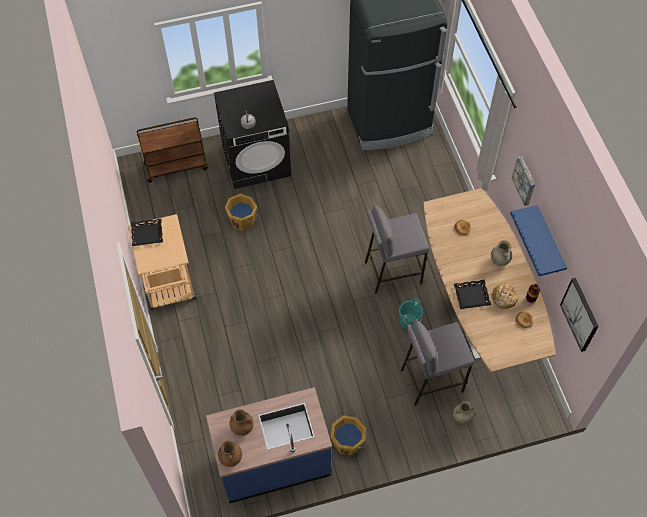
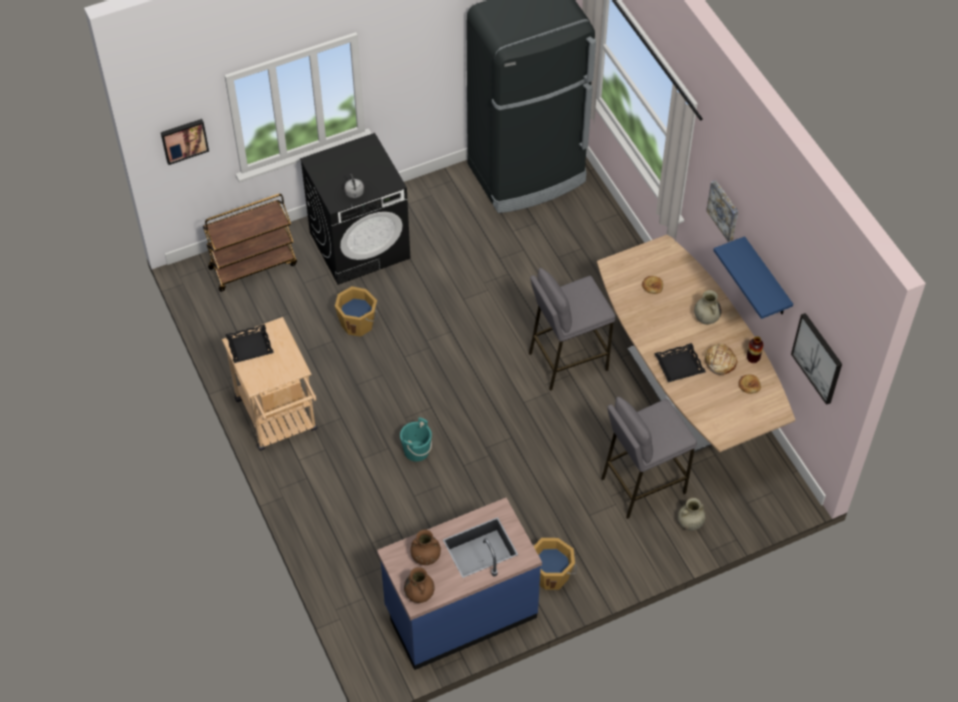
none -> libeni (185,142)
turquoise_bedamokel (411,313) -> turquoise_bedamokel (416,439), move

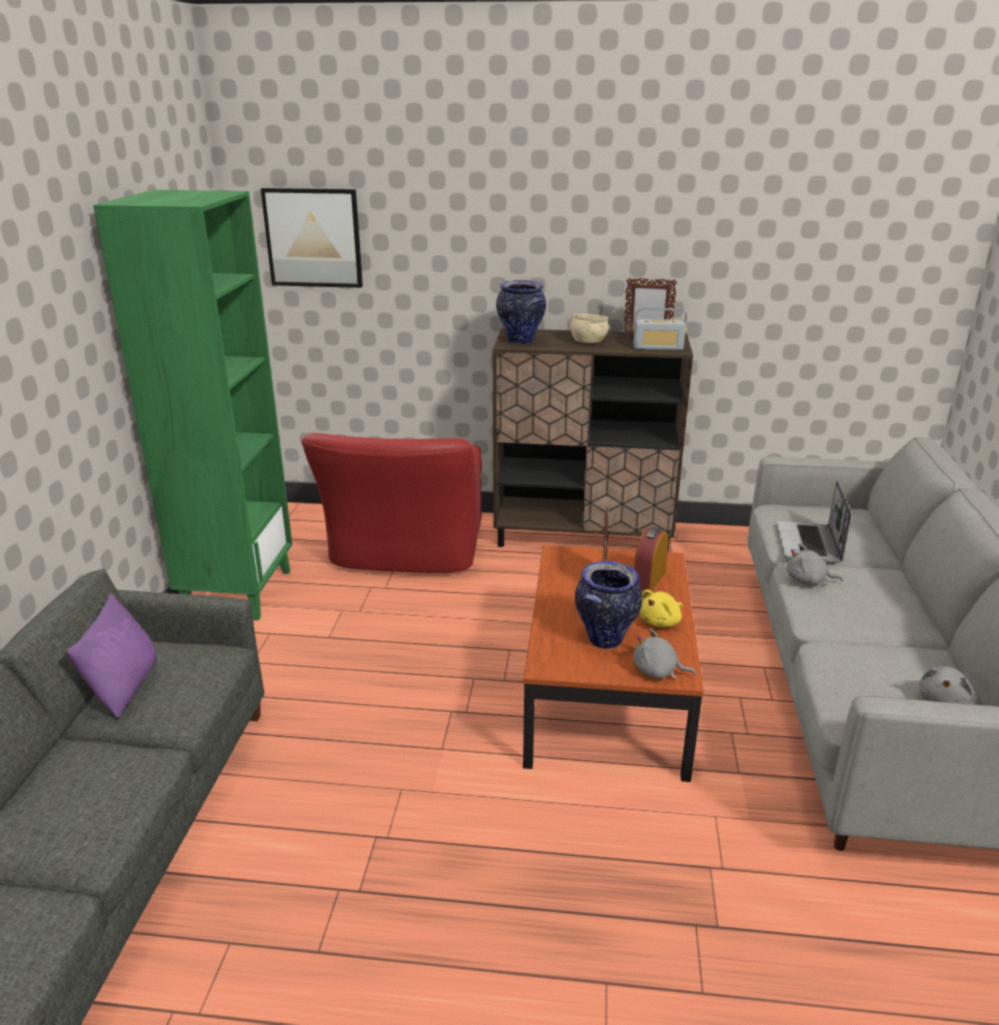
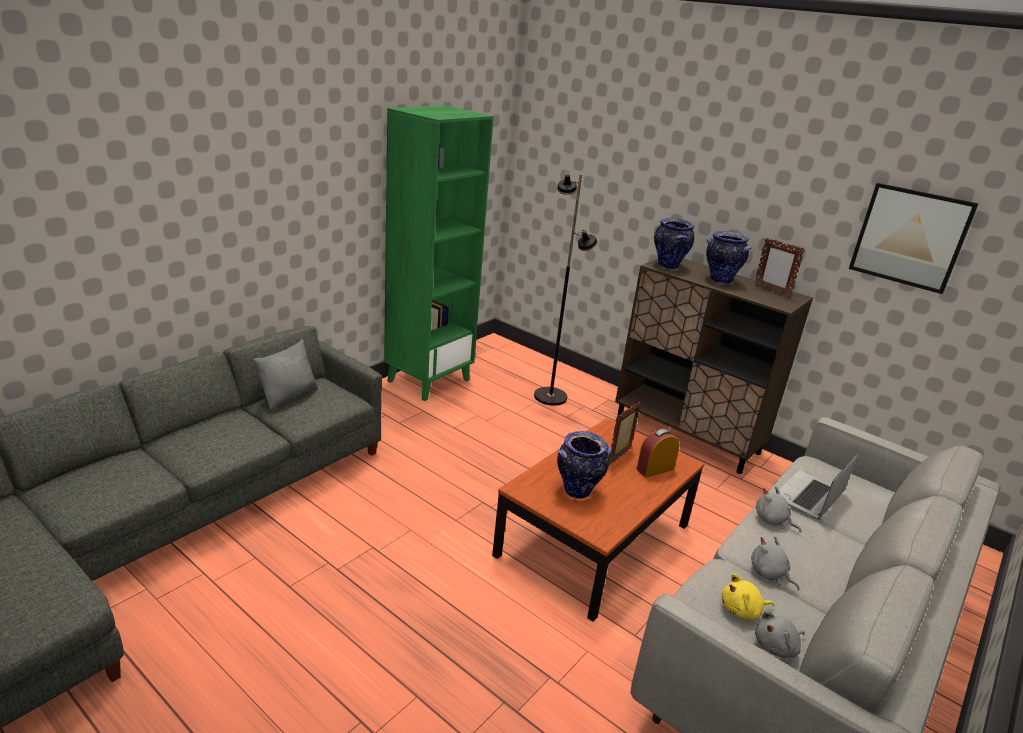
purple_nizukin (112,655) -> grey_nizukin (285,374)
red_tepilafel (392,503) -> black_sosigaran (566,289)
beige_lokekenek (589,328) -> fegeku (728,257)
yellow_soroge (661,608) -> yellow_soroge (748,597), move
grey_soroge (664,653) -> grey_soroge (775,563), move
libeni (312,238) -> libeni (914,238), move
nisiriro (660,329) -> none

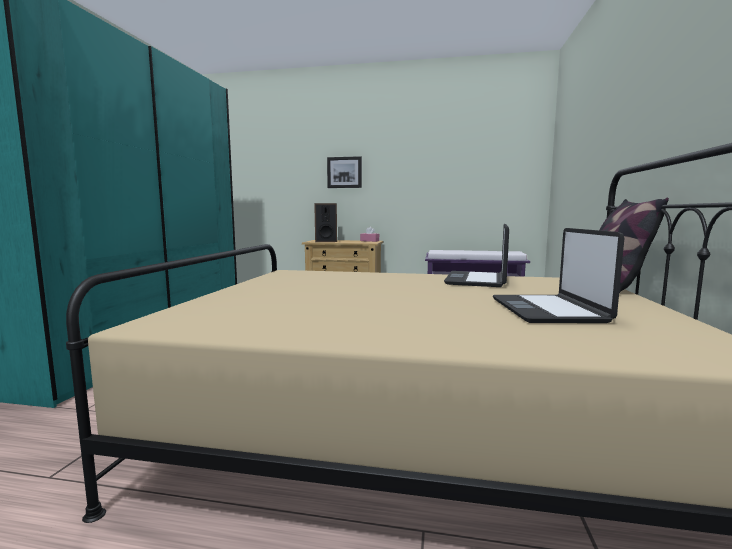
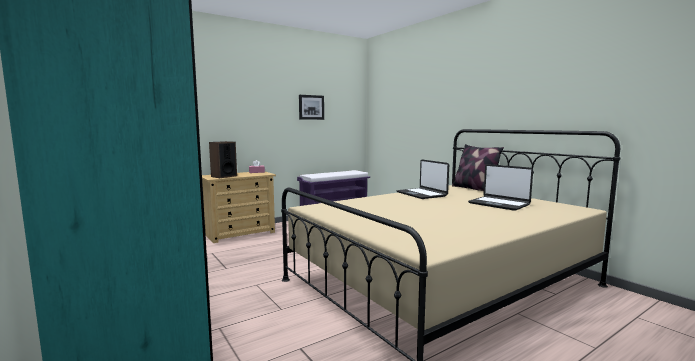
libeni (344,172) -> libeni (311,107), move

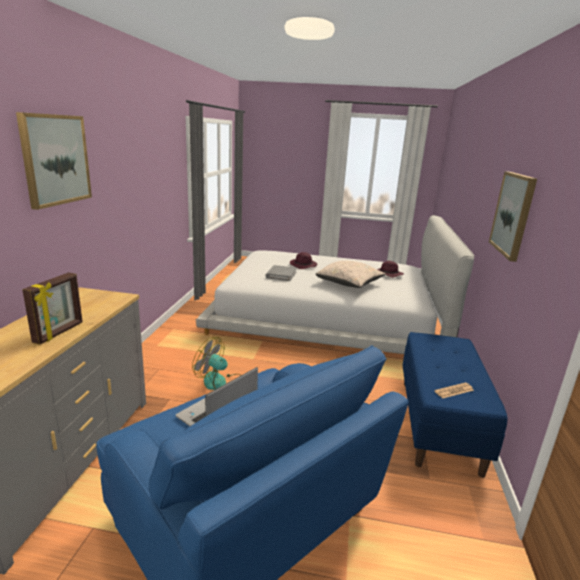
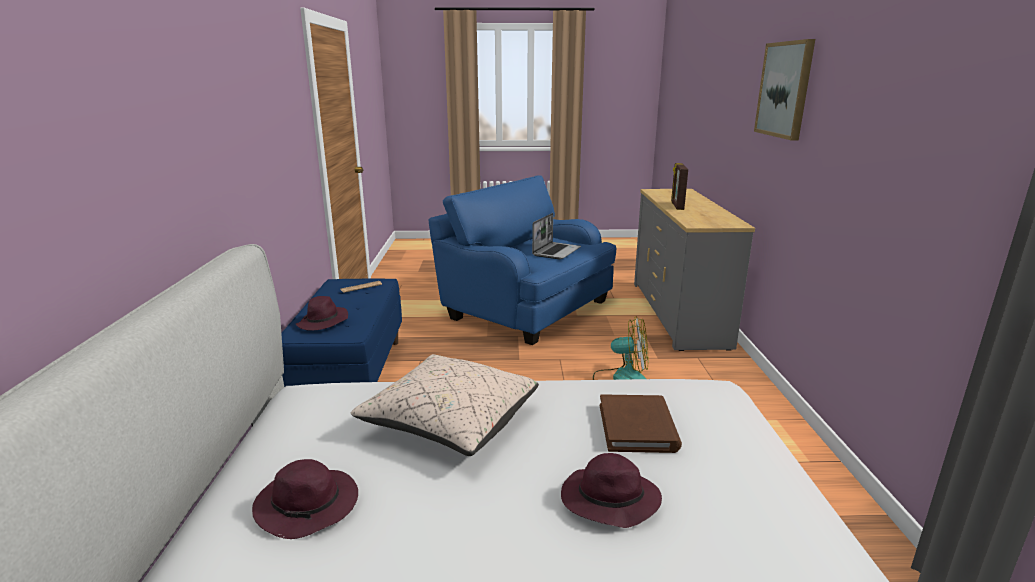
none -> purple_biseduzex (322,313)
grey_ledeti (281,273) -> brown_ledeti (641,423)
libeni (513,216) -> none

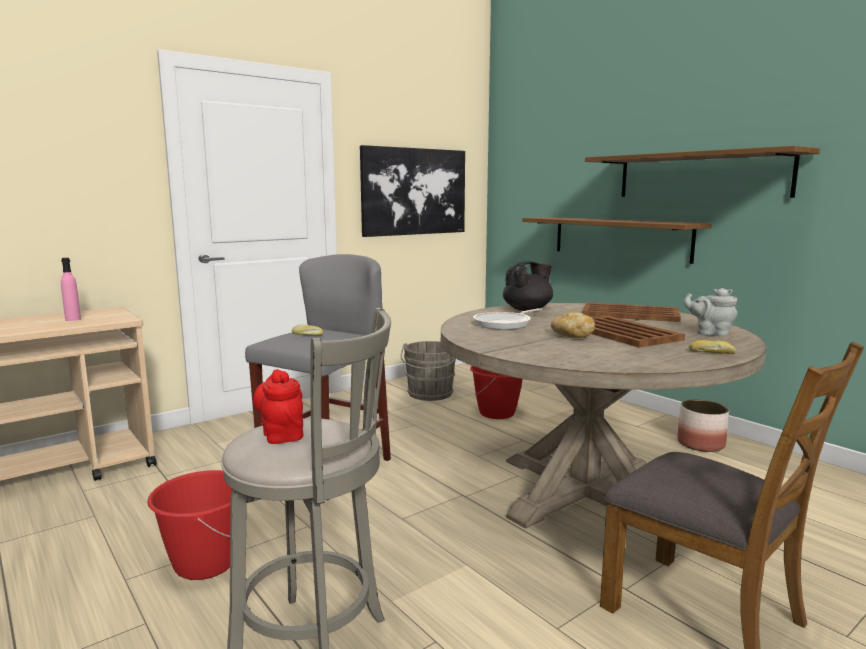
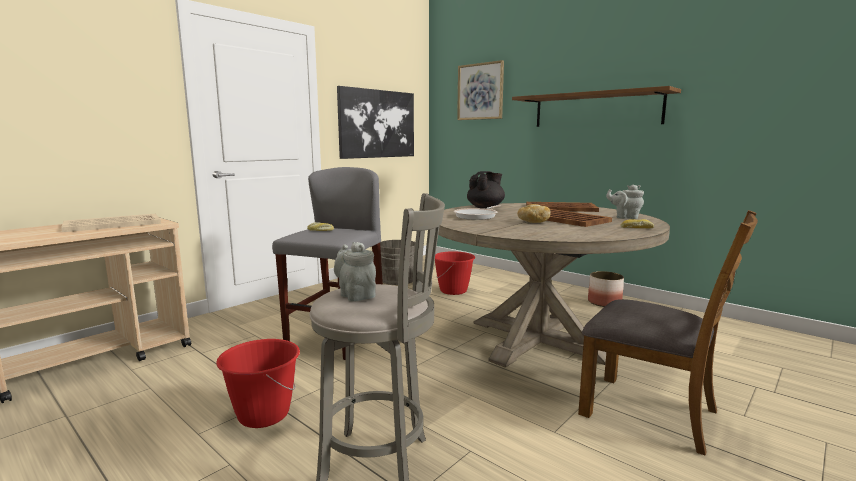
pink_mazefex (71,289) -> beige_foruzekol (111,223)
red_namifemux (278,406) -> grey_namifemux (355,272)
none -> libeni (480,90)
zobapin (617,240) -> none

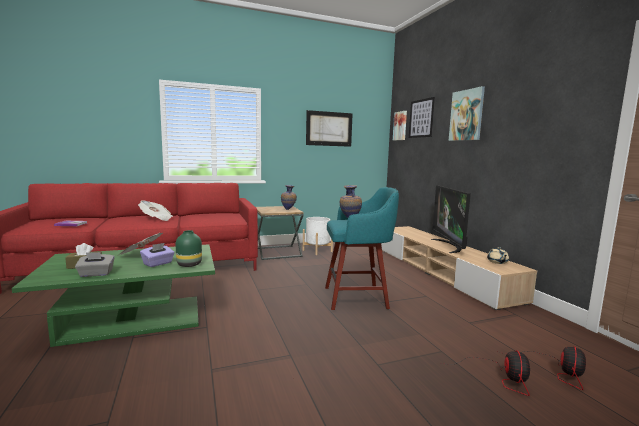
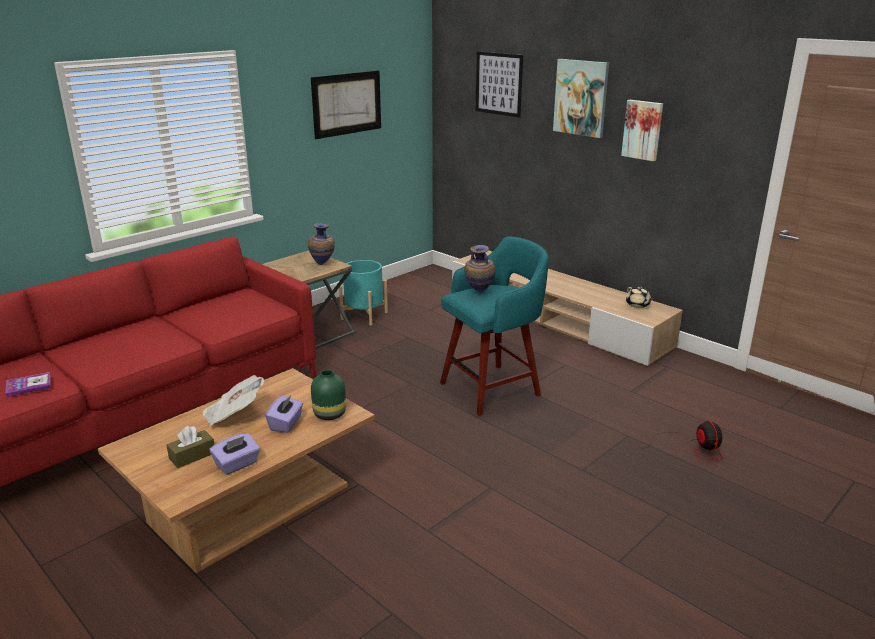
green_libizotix (113,295) -> brown_libizotix (236,470)
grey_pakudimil (95,264) -> purple_pakudimil (235,454)
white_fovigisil (318,236) -> turquoise_fovigisil (363,293)
libeni (400,125) -> libeni (642,130), move
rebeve (155,210) -> none
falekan (451,219) -> none
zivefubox (541,368) -> none

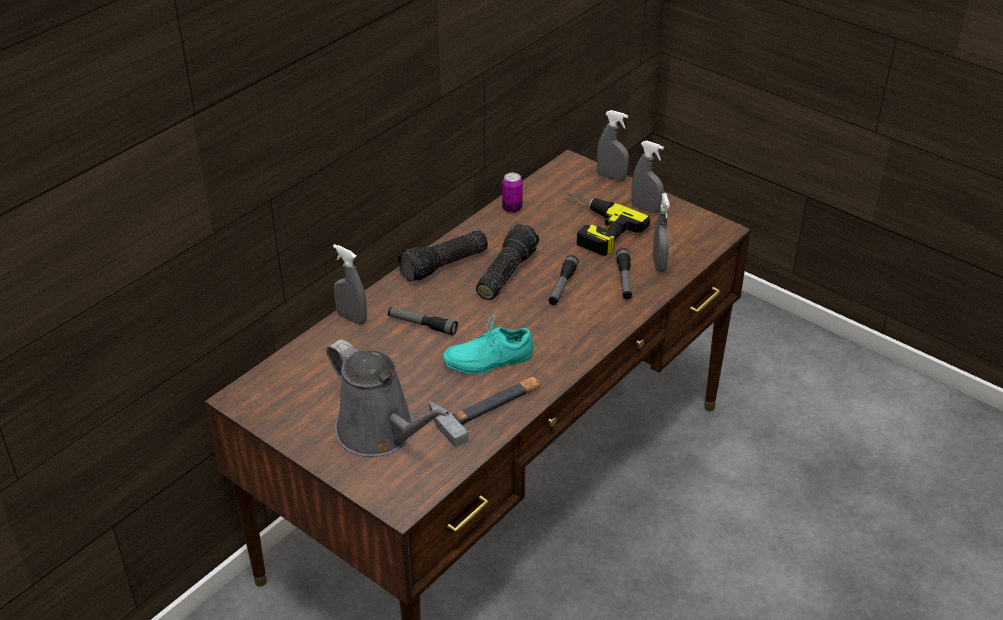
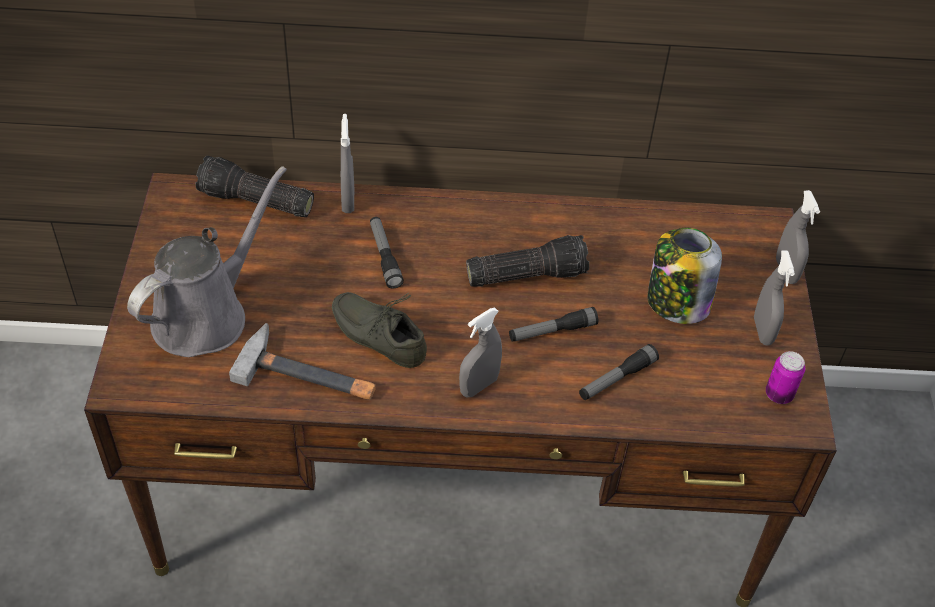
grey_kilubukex (388,398) -> grey_kilubukex (207,261), 150 degrees counterclockwise
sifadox (443,256) -> sifadox (254,186), move
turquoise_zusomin (488,342) -> grey_zusomin (379,330)
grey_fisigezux (661,232) -> grey_fisigezux (480,352), move
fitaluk (607,224) -> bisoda (684,276)
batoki (512,193) -> batoki (785,377), move

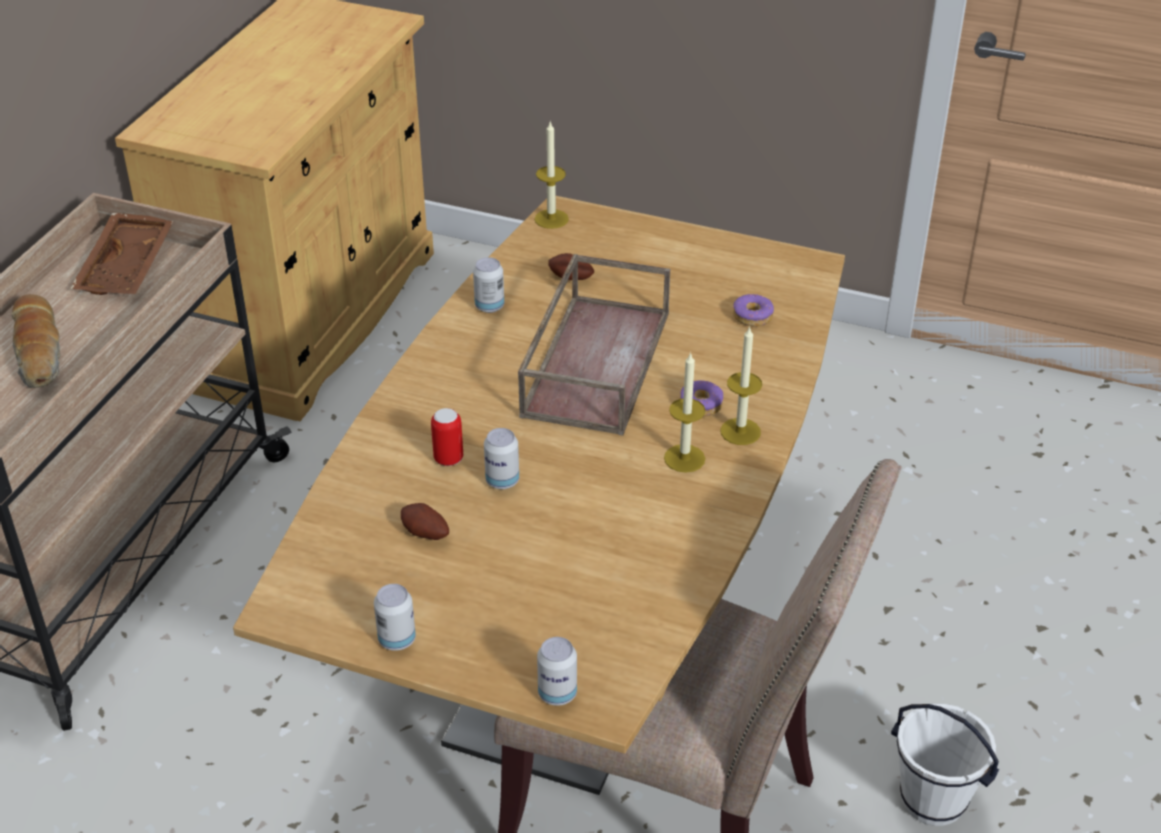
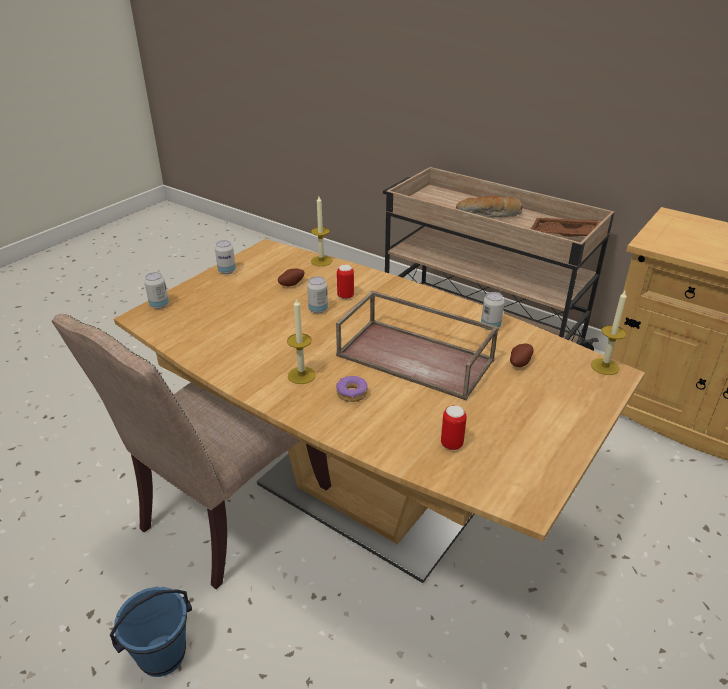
white_bedamokel (945,765) -> blue_bedamokel (151,632)
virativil (741,385) -> virativil (321,231), move
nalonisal (753,310) -> batoki (454,427)

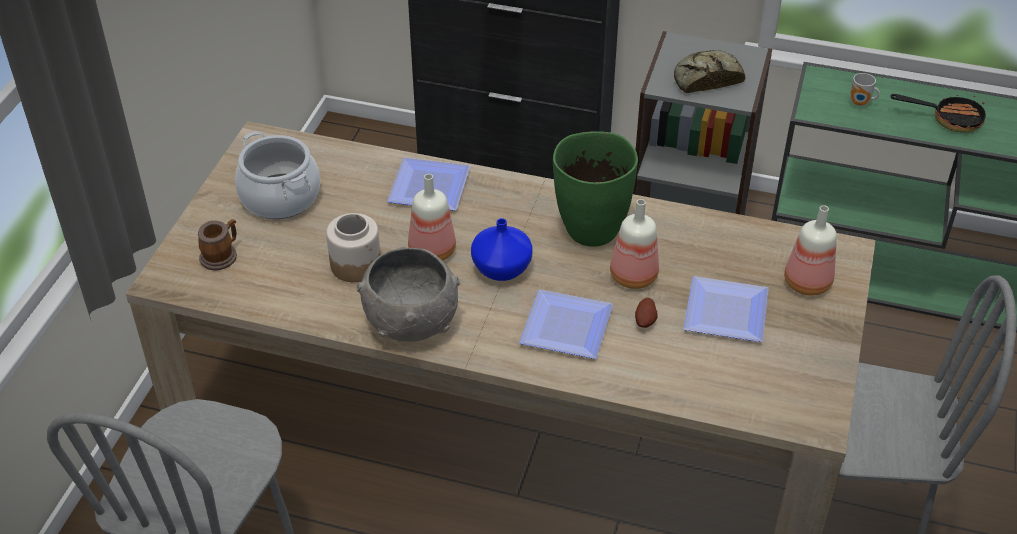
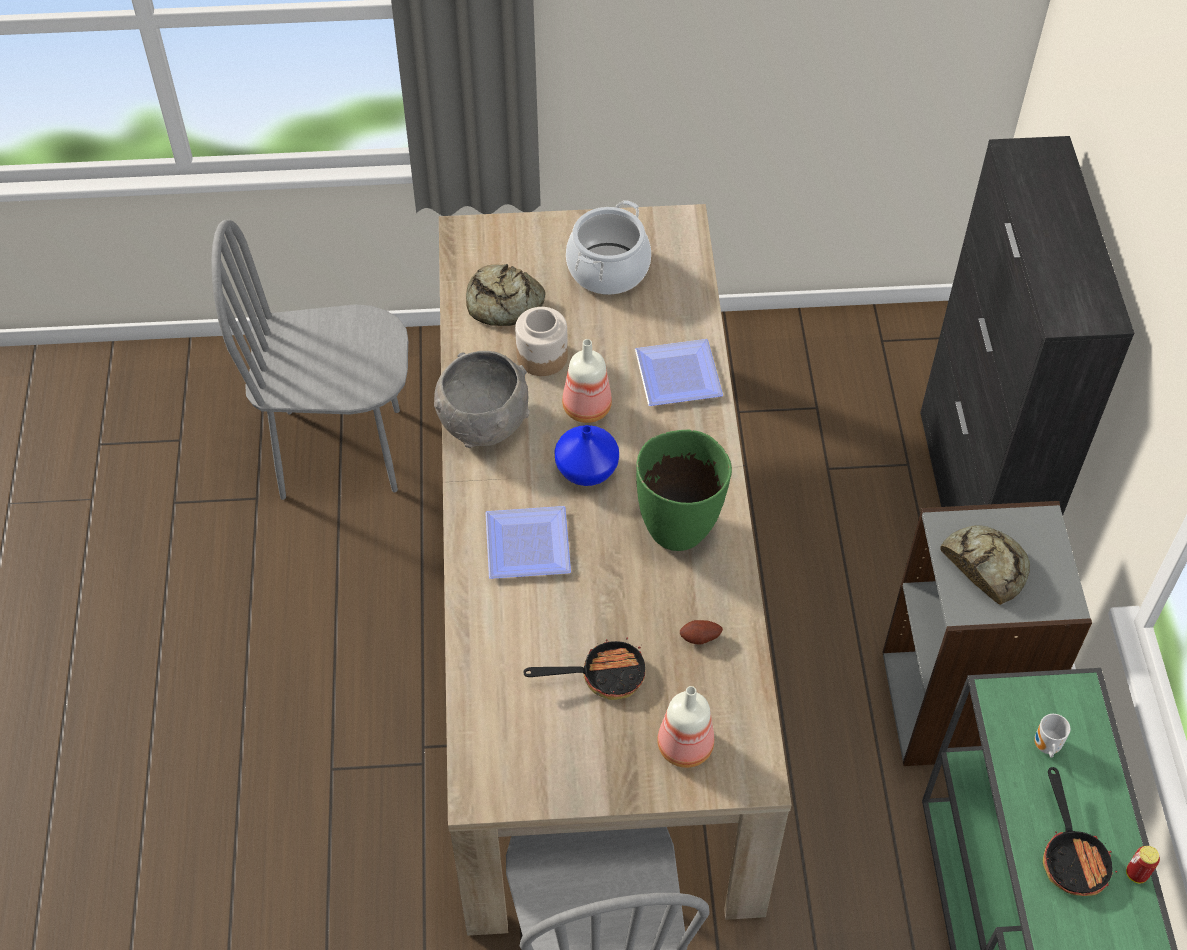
none -> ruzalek (505,295)
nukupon (726,309) -> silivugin (584,669)
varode (646,313) -> varode (701,632), move
none -> batoki (1143,864)
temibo (217,245) -> none
mazefex (634,244) -> none

